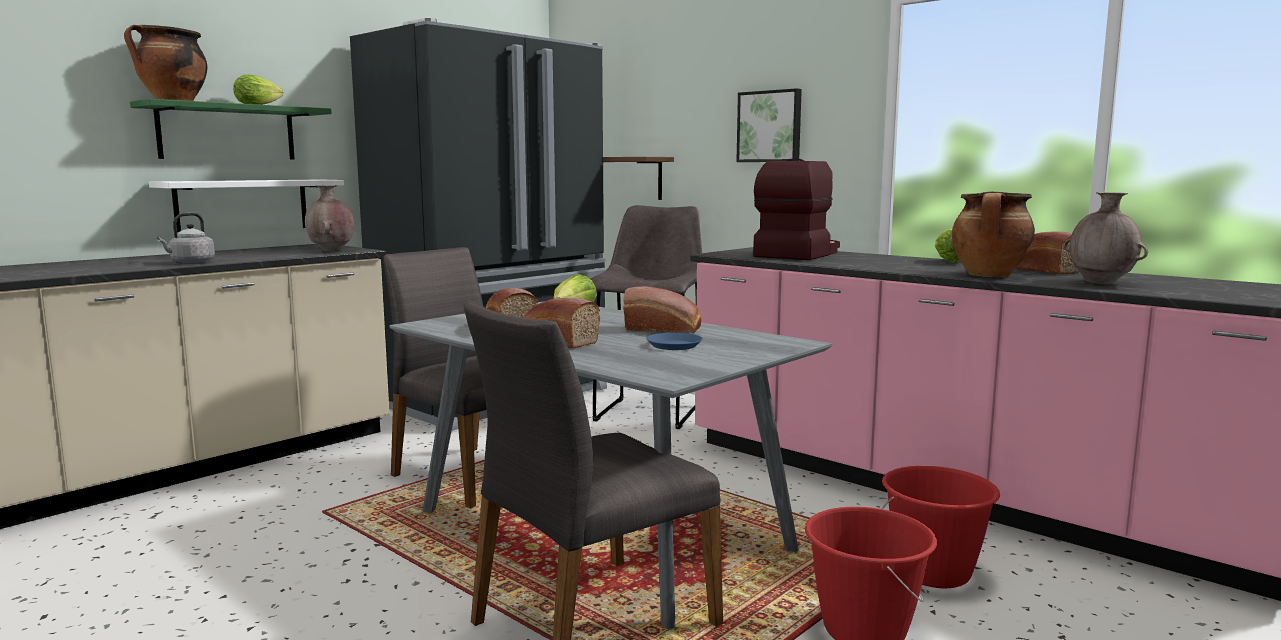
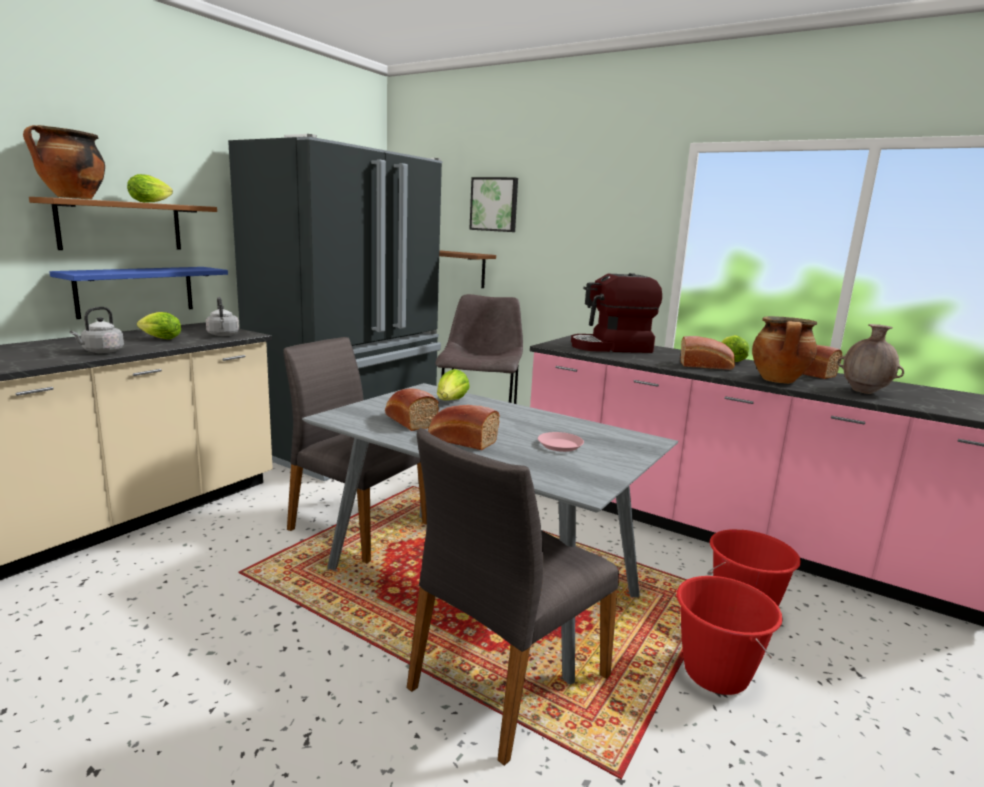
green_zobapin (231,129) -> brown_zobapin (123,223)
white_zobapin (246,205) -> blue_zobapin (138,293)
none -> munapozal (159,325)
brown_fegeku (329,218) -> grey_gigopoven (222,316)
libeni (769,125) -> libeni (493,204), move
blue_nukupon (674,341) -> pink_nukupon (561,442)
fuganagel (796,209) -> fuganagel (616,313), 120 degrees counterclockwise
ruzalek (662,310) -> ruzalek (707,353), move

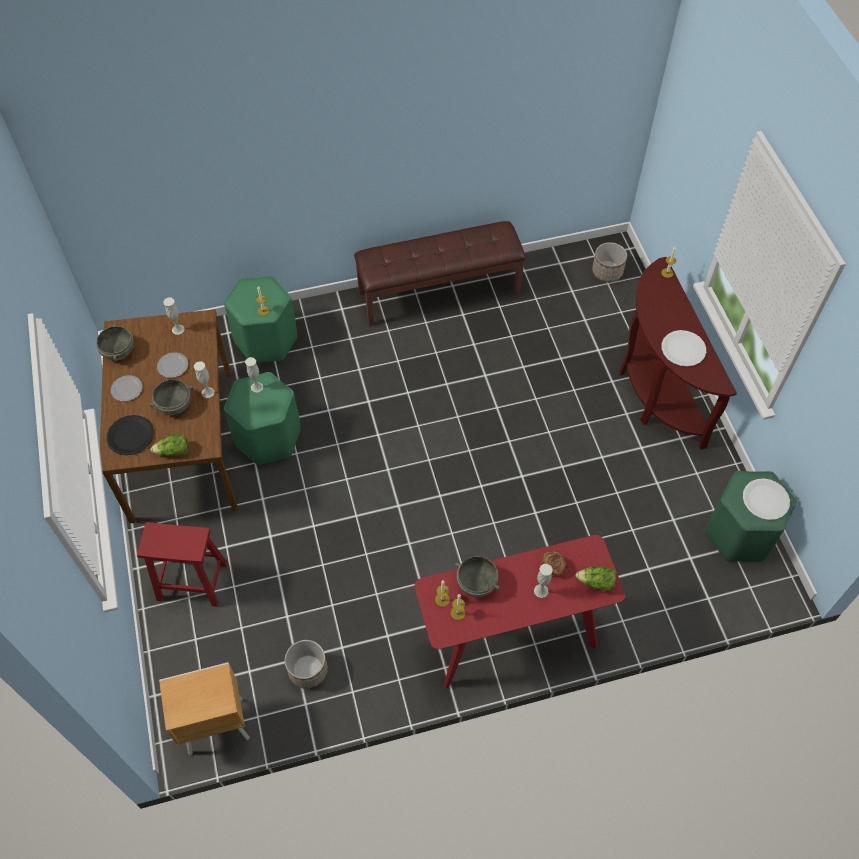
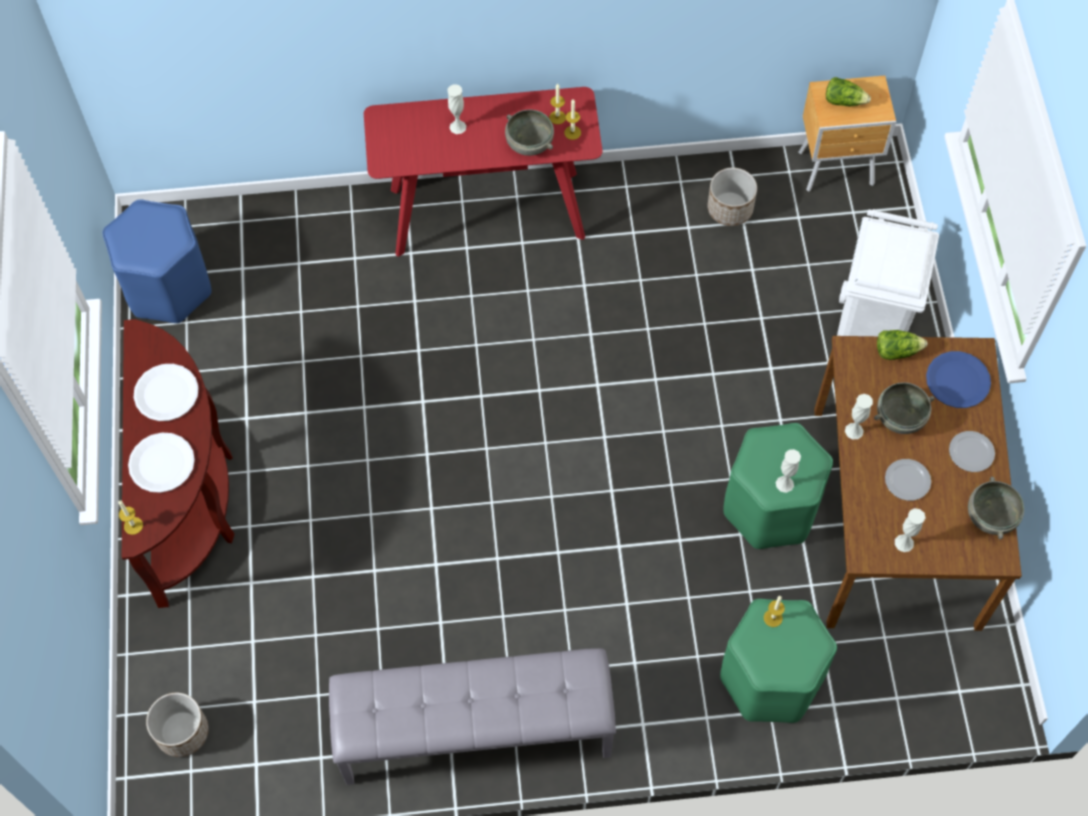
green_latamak (751,516) -> blue_latamak (157,261)
white_nukupon (766,499) -> white_nukupon (161,463), move
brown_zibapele (440,273) -> grey_zibapele (472,716)
munapozal (596,579) -> munapozal (848,91), move
red_latamak (182,564) -> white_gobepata (888,272)
black_nukupon (130,435) -> blue_nukupon (958,379)
ruzalek (555,564) -> none

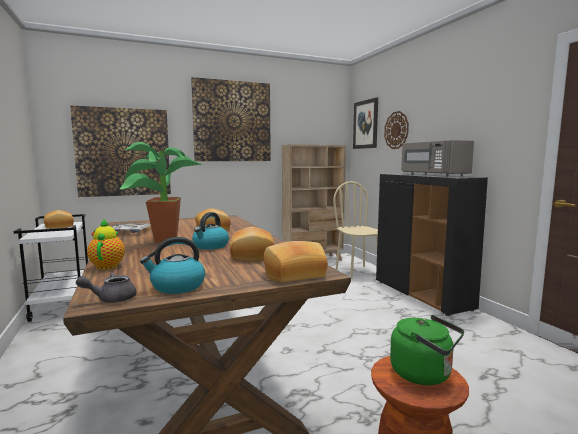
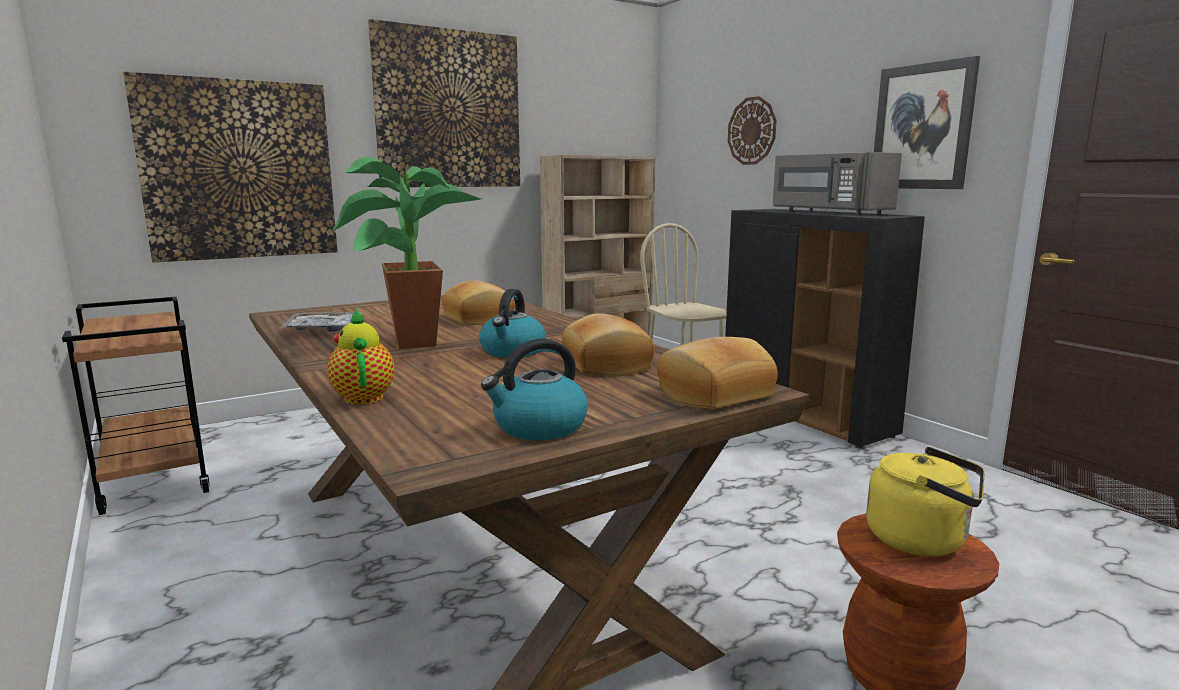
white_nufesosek (51,268) -> brown_nufesosek (136,406)
green_gigopoven (427,350) -> yellow_gigopoven (925,501)
libeni (365,123) -> libeni (927,122), move
ruzalek (59,219) -> none
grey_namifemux (106,287) -> none

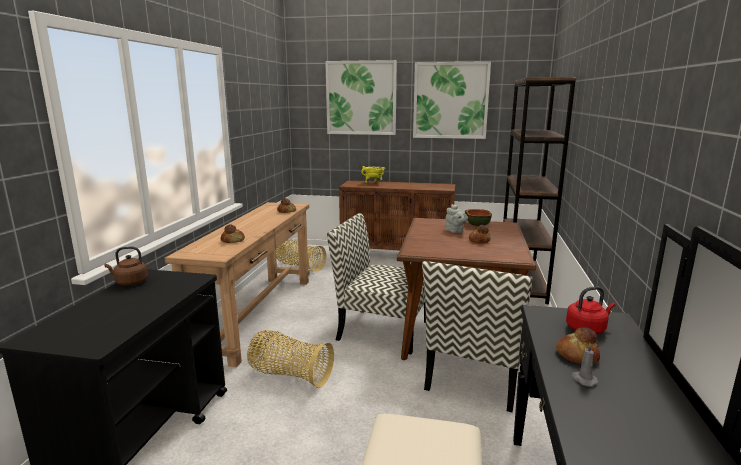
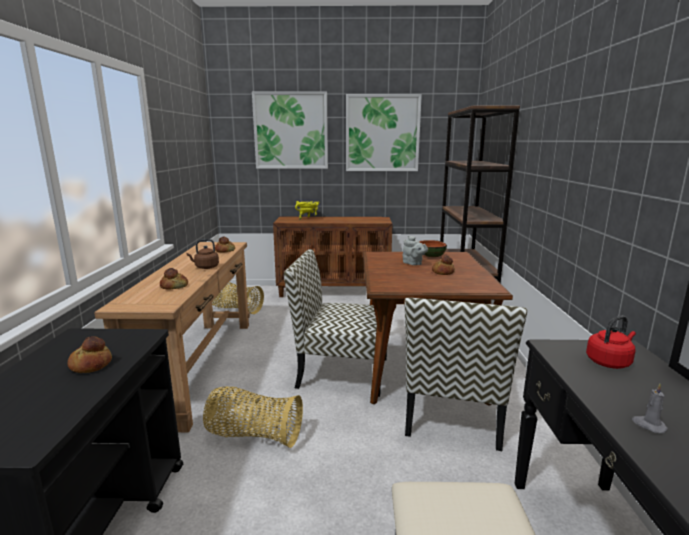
ruzalek (578,345) -> ruzalek (89,354), move
brown_gigopoven (126,266) -> brown_gigopoven (203,254), move

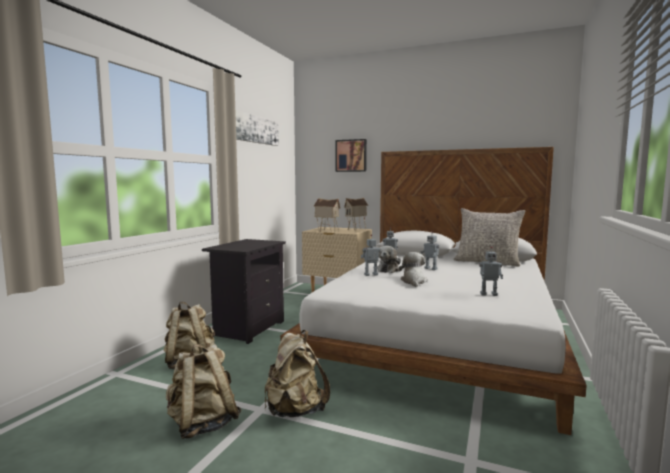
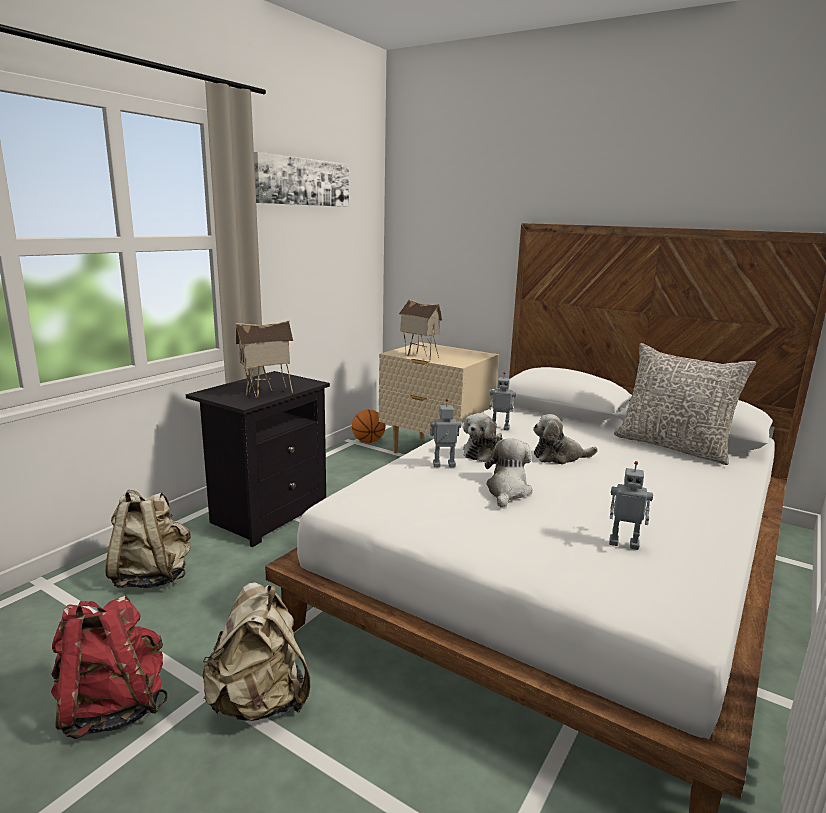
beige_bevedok (204,391) -> red_bevedok (109,667)
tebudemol (356,214) -> tebudemol (264,359), move
none -> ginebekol (368,426)
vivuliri (430,250) -> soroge (565,439)
libeni (351,155) -> none

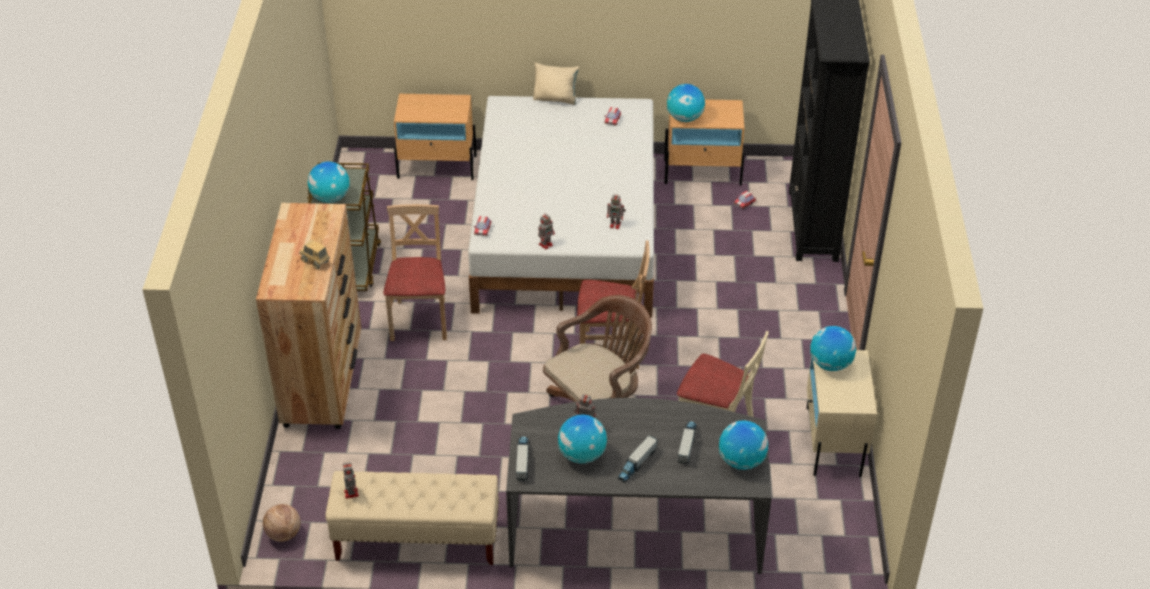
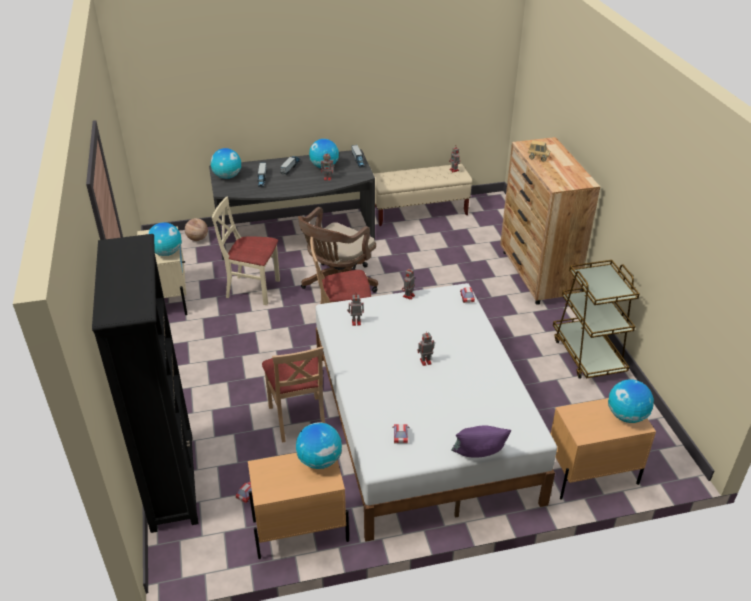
ginebekol (282,523) -> ginebekol (196,229), move
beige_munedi (415,272) -> beige_munedi (293,394), move
none -> vivuliri (426,348)
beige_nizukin (556,84) -> purple_nizukin (481,441)
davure (329,182) -> davure (631,401), move

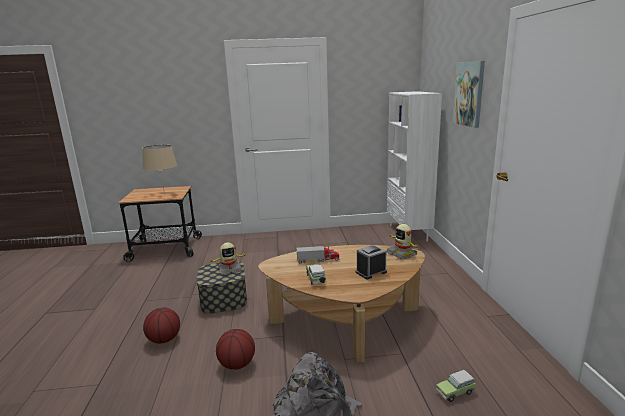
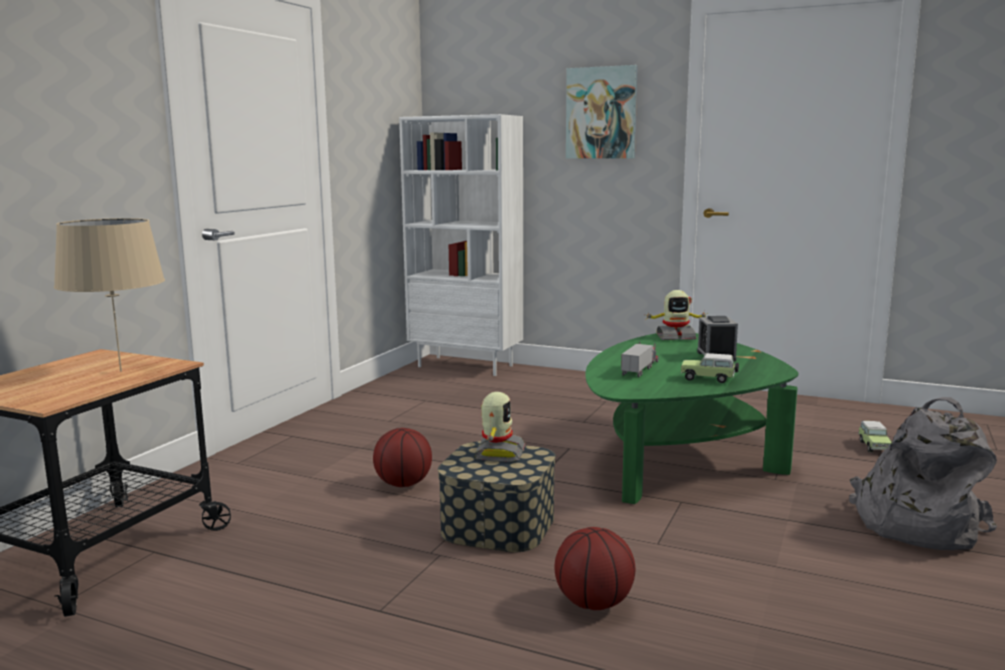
ginebekol (235,349) -> ginebekol (402,457), move
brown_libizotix (341,304) -> green_libizotix (692,418)

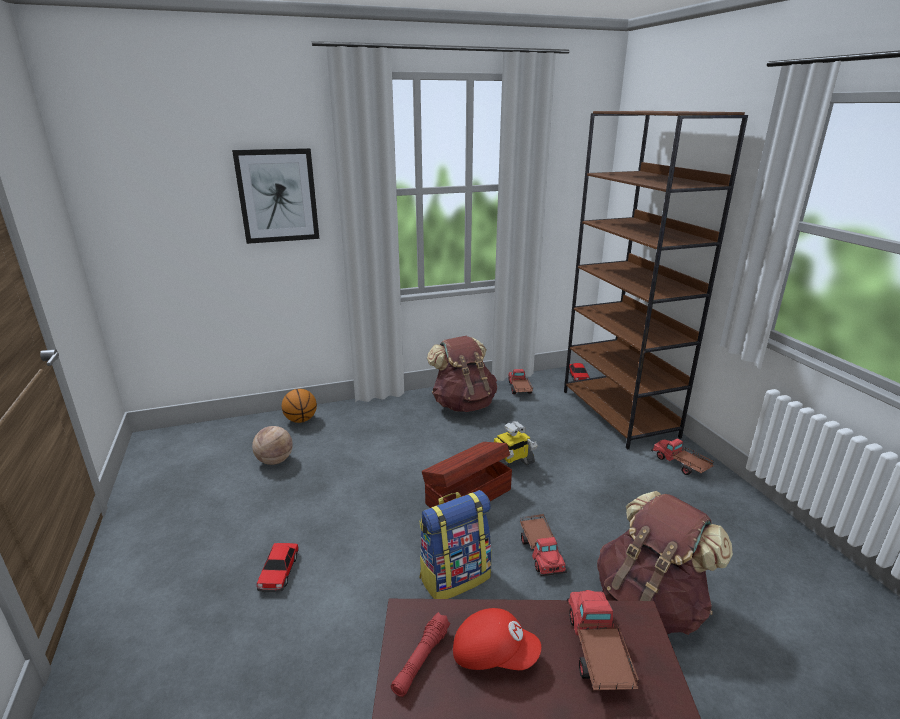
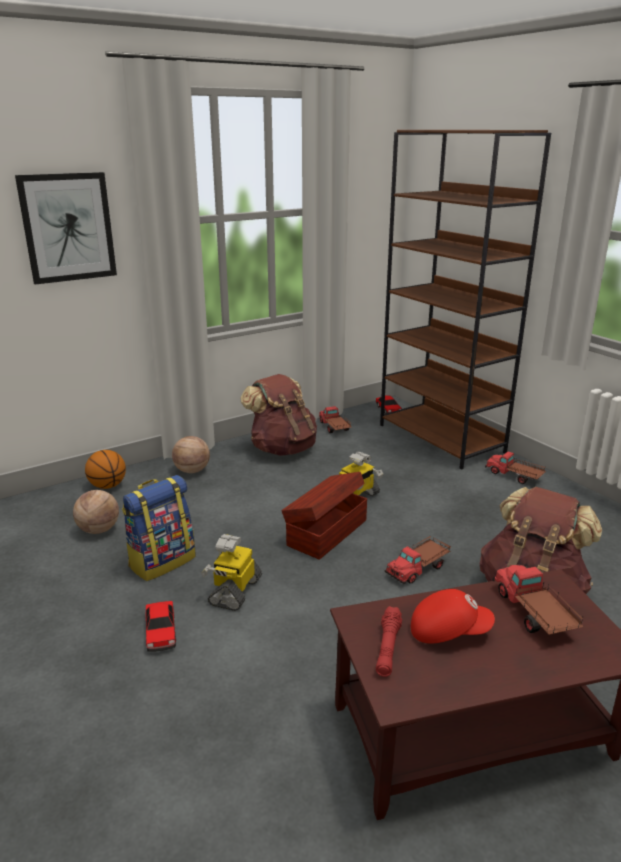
bevedok (456,544) -> bevedok (159,528), move
none -> ginebekol (191,454)
none -> vivuliri (231,572)
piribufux (543,545) -> piribufux (418,560), 75 degrees clockwise

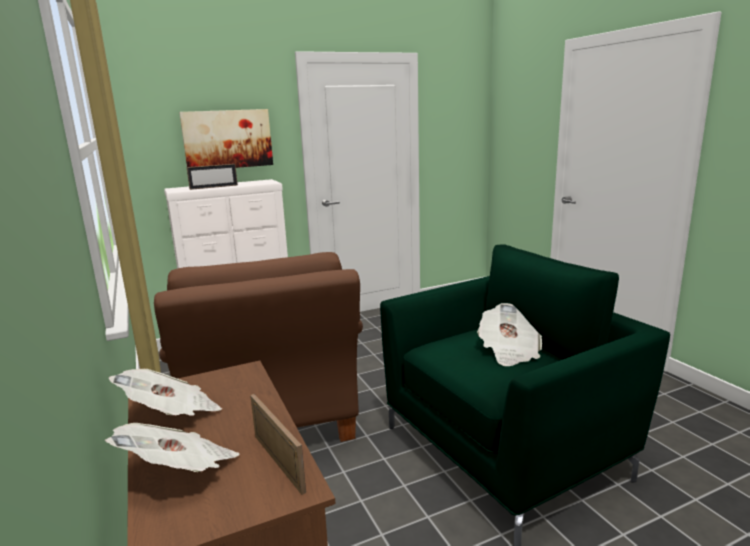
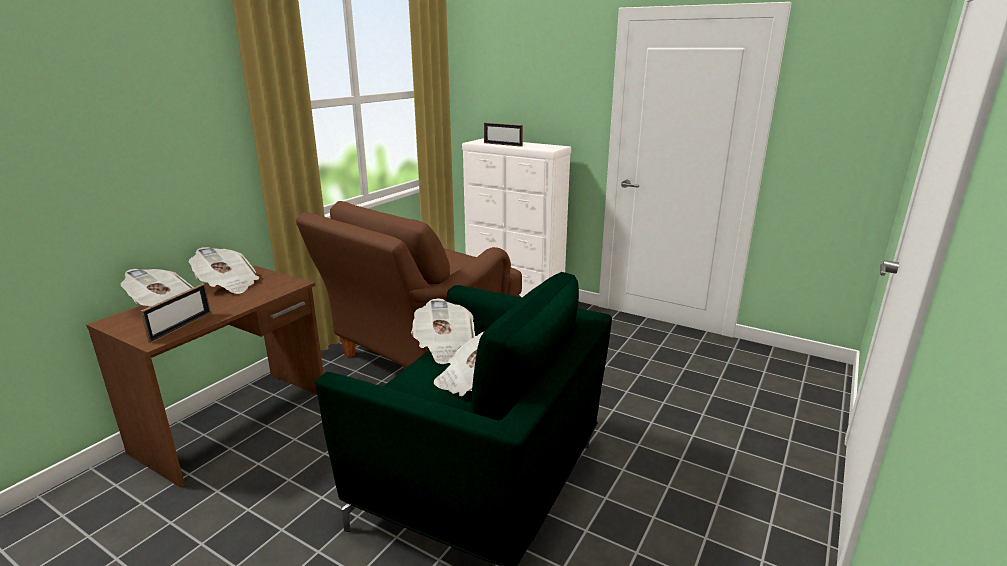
none -> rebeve (443,331)
libeni (226,138) -> none

